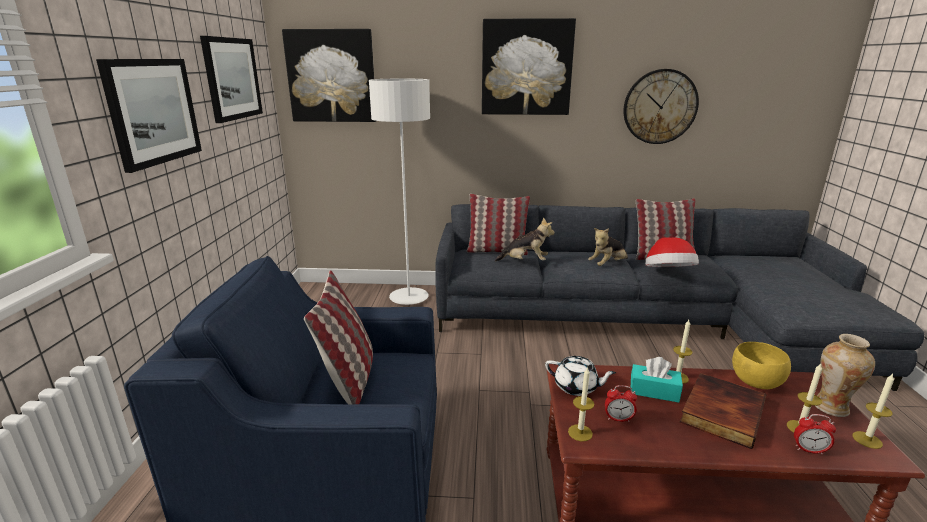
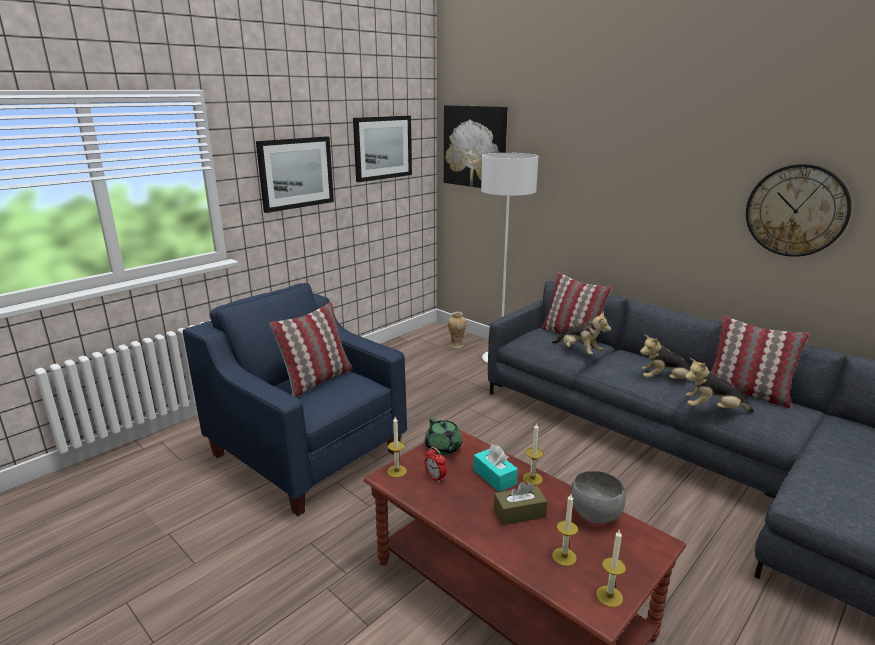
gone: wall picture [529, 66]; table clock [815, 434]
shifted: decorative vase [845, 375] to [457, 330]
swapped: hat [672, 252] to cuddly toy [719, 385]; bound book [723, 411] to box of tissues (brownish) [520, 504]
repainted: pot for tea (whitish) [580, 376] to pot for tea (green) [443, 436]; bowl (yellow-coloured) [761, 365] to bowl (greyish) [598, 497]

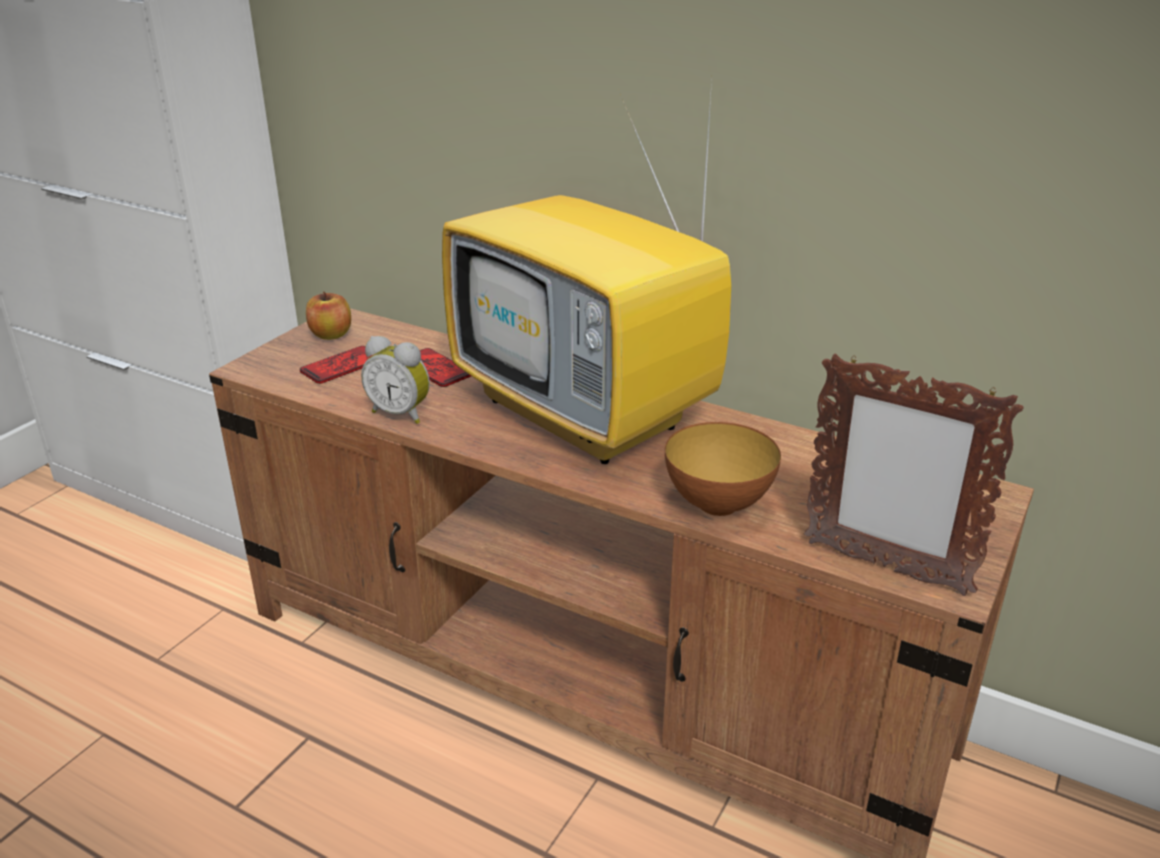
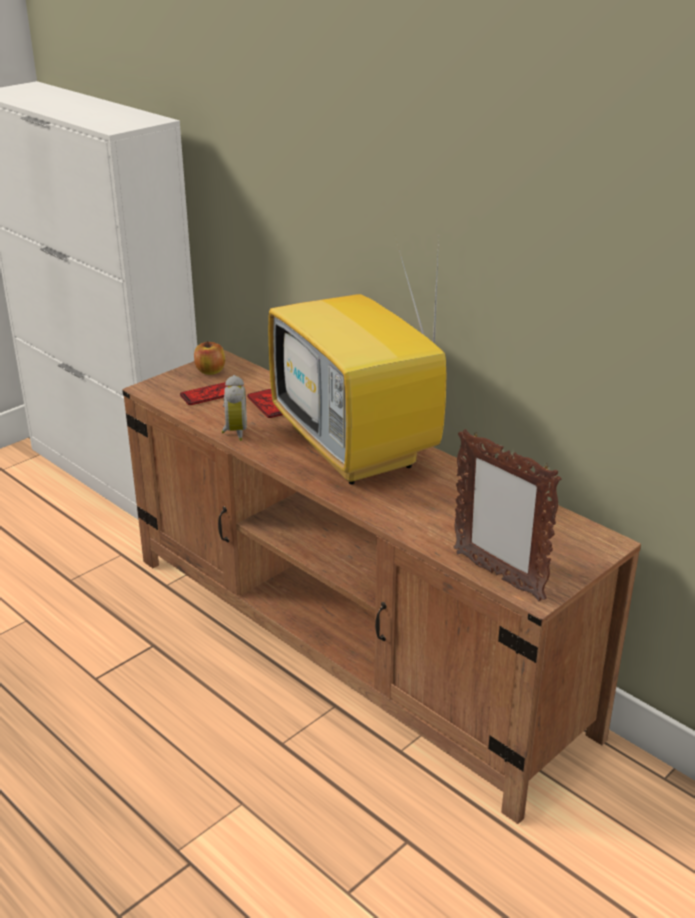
gone: bowl [723, 469]
rotated: table clock [395, 380] = [234, 408] 135 degrees counterclockwise

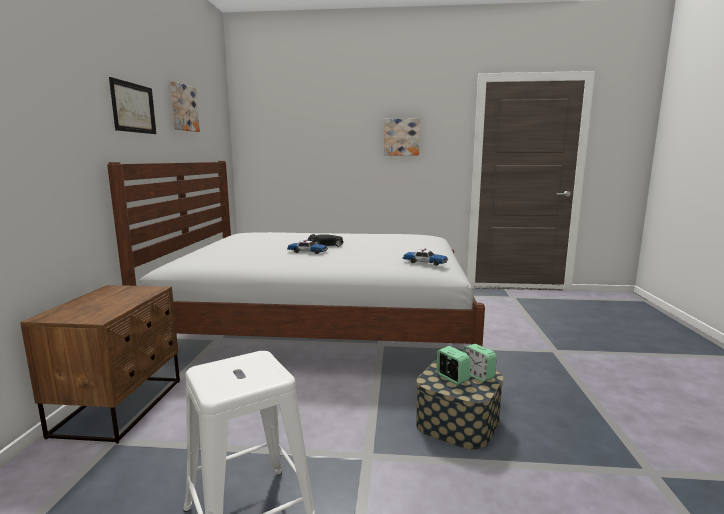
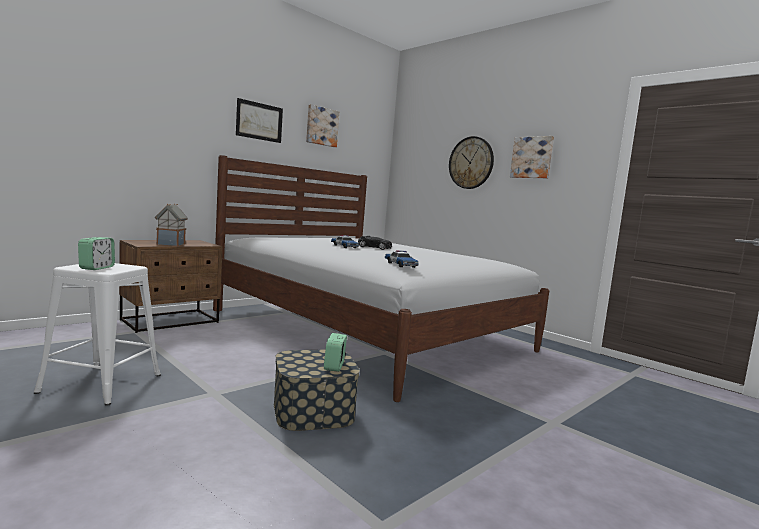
new: toy house [171, 225]; hanging clock [471, 162]
shifted: table clock [453, 365] to [96, 253]

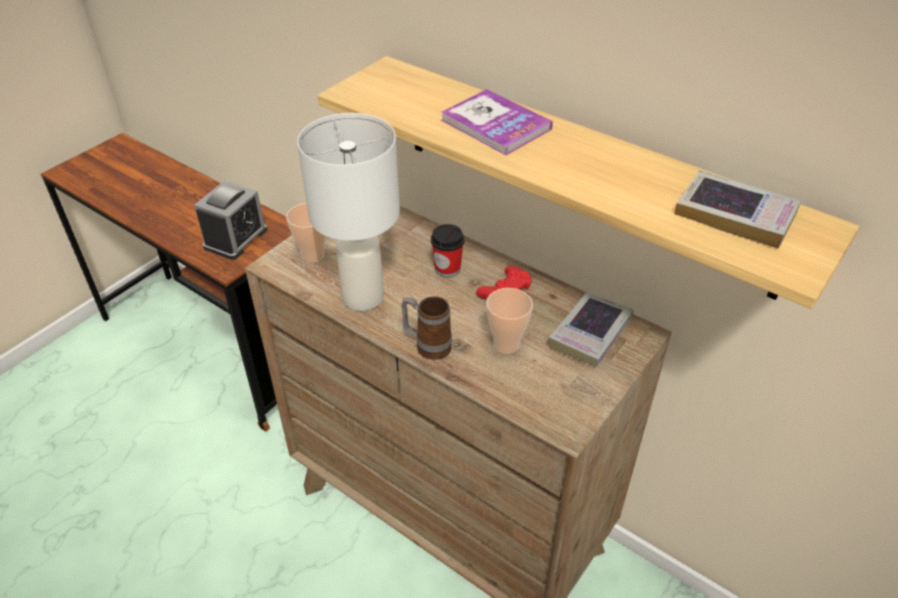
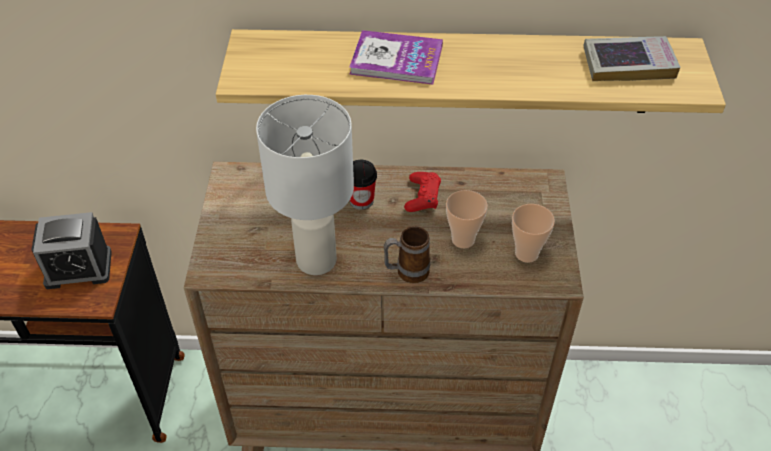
gone: bound book [591, 329]
shifted: cup [306, 233] to [533, 233]
rotated: table clock [230, 220] = [71, 250] 90 degrees clockwise

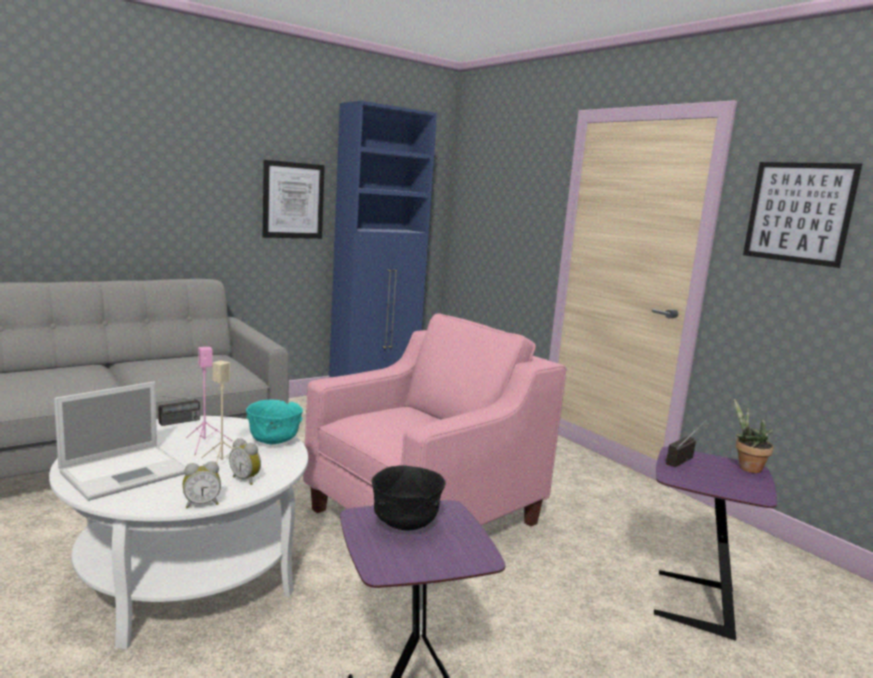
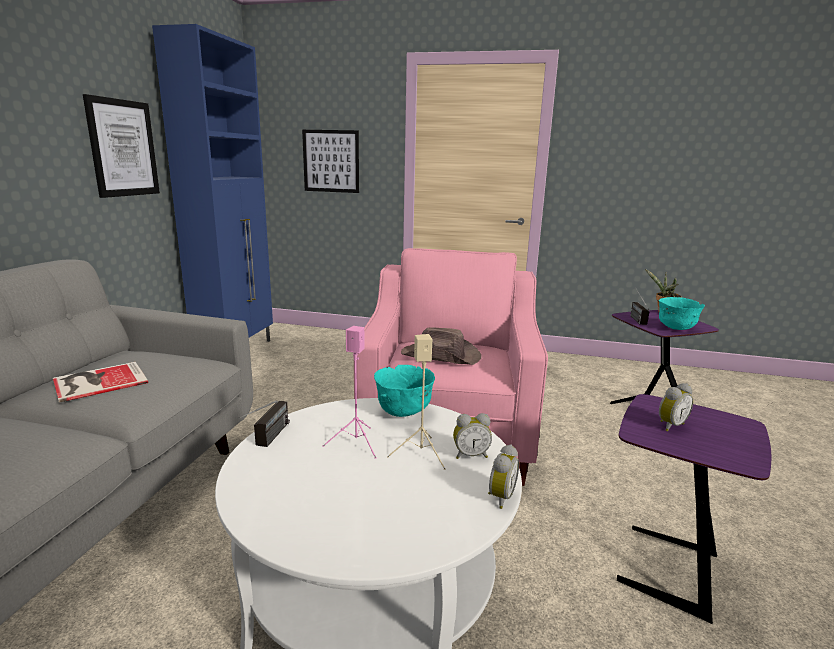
gone: portable computer [119, 441]
new: bound book [100, 382]; hat (brownish) [441, 346]; bowl (turquoise-coloured) [682, 313]
shifted: wall picture [802, 215] to [330, 161]
swapped: bowl (black-coloured) [409, 497] to table clock [676, 407]

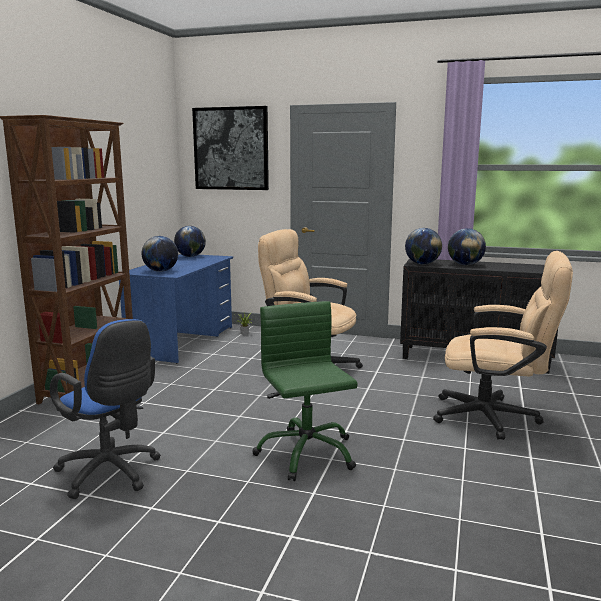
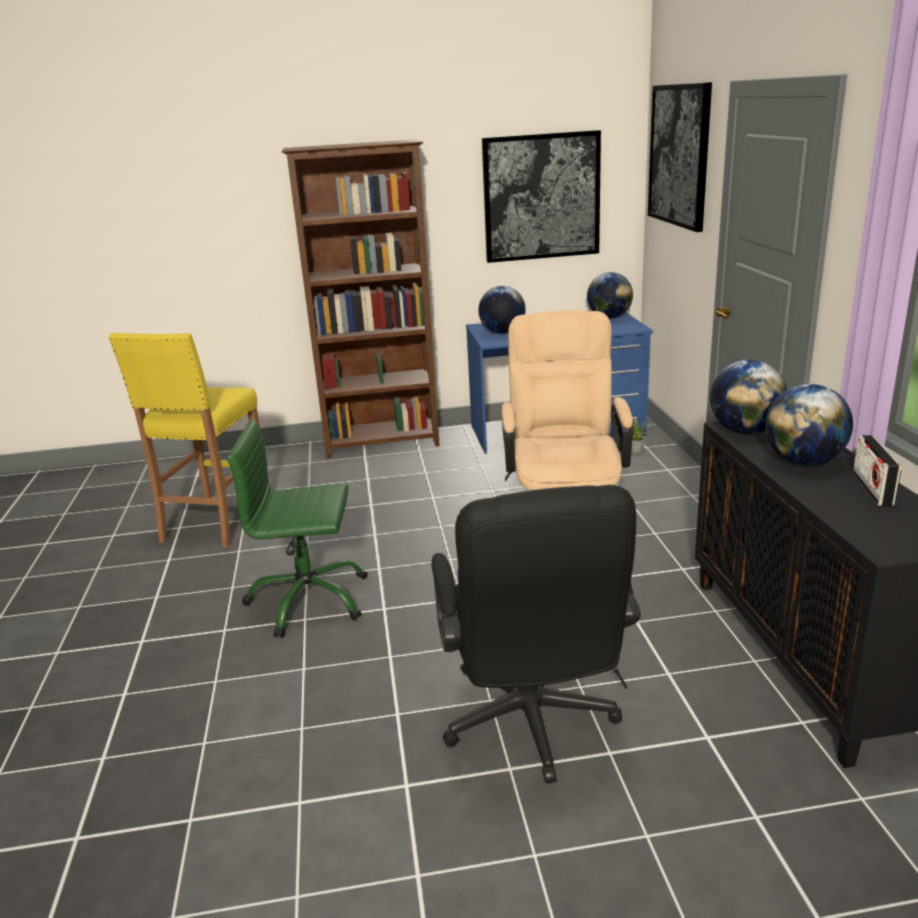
new: wall picture [541, 196]; radio receiver [877, 470]
swapped: computer chair (blue-coloured) [105, 409] to stool seat (yellow-coloured) [189, 440]
repainted: computer chair (beige-coloured) [503, 345] to computer chair (black-coloured) [536, 634]
rotated: computer chair (green) [305, 391] = [297, 529] 135 degrees counterclockwise

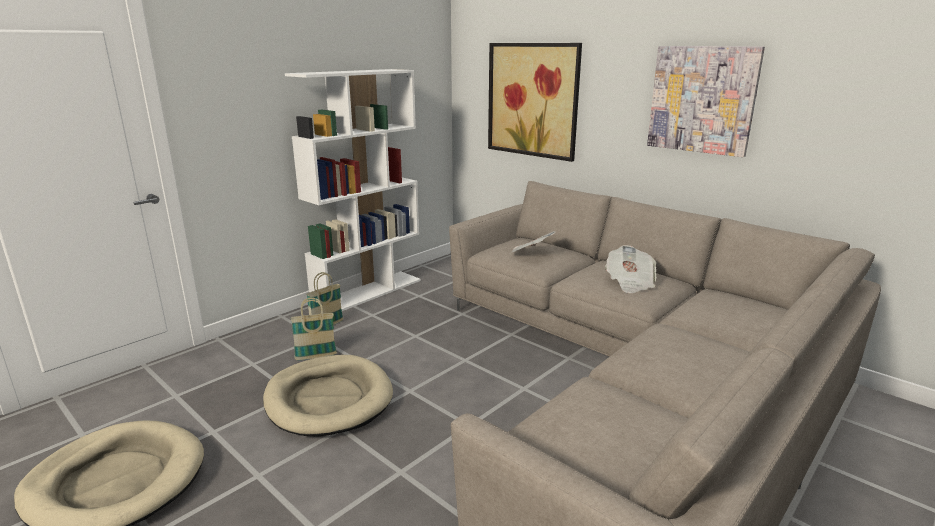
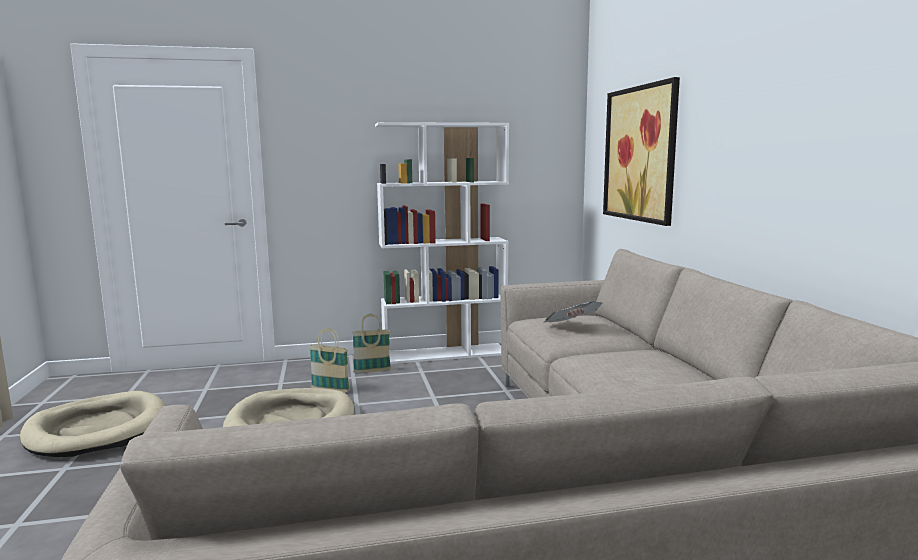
gone: daily paper [630, 269]; wall picture [706, 101]

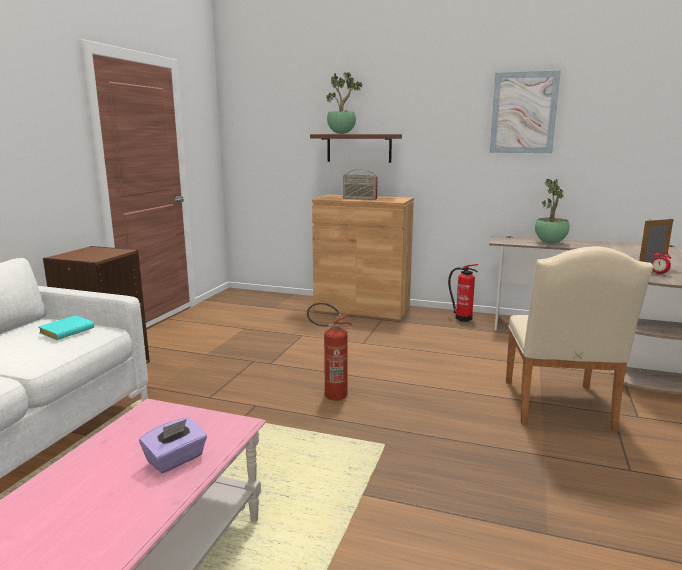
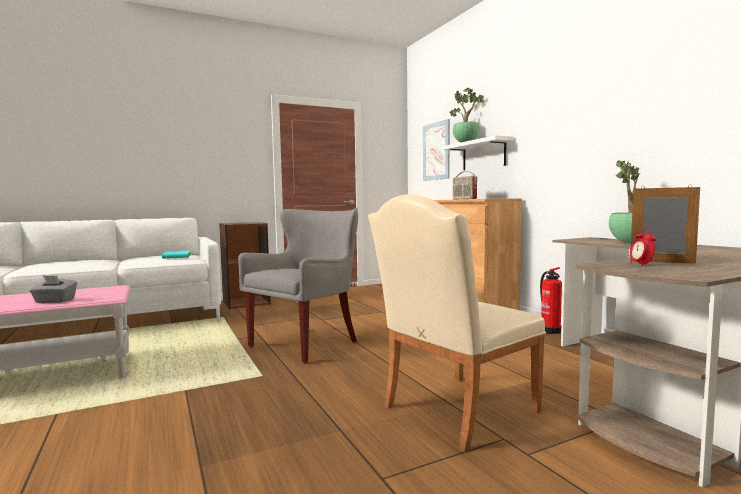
shifted: wall picture [525, 112] to [436, 150]
swapped: extinguisher [329, 351] to easy chair (greyish) [298, 285]
repainted: box of tissues (purple-coloured) [173, 445] to box of tissues (greyish) [53, 289]; wall shelf (brownish) [356, 148] to wall shelf (whitish) [478, 152]

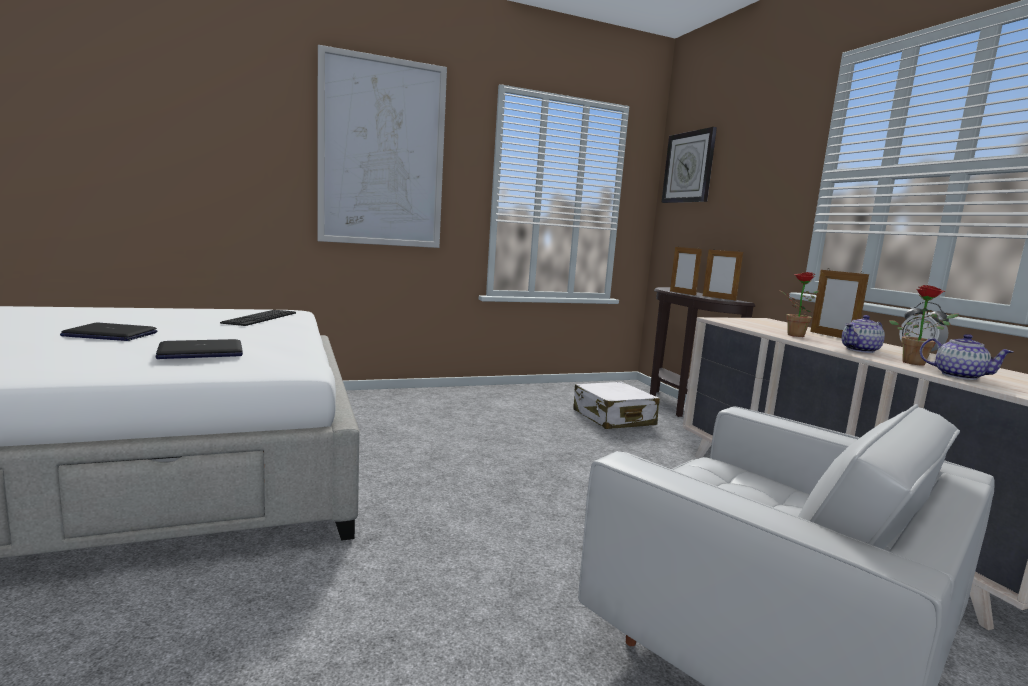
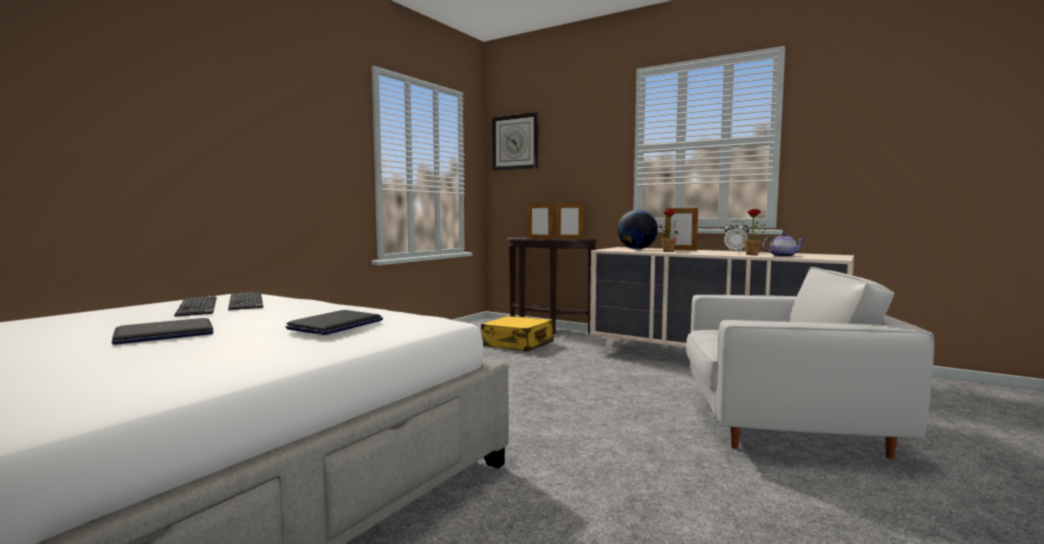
gone: wall picture [382, 146]; pot for tea [863, 334]
new: keyboard [195, 306]; world globe [637, 229]
repainted: suitcase (whitish) [616, 405] to suitcase (yellow-coloured) [517, 334]

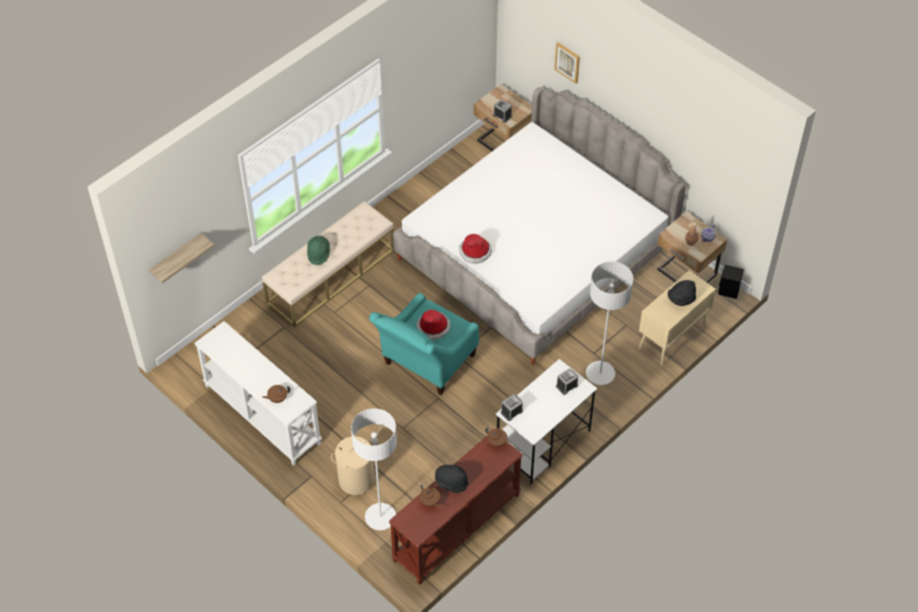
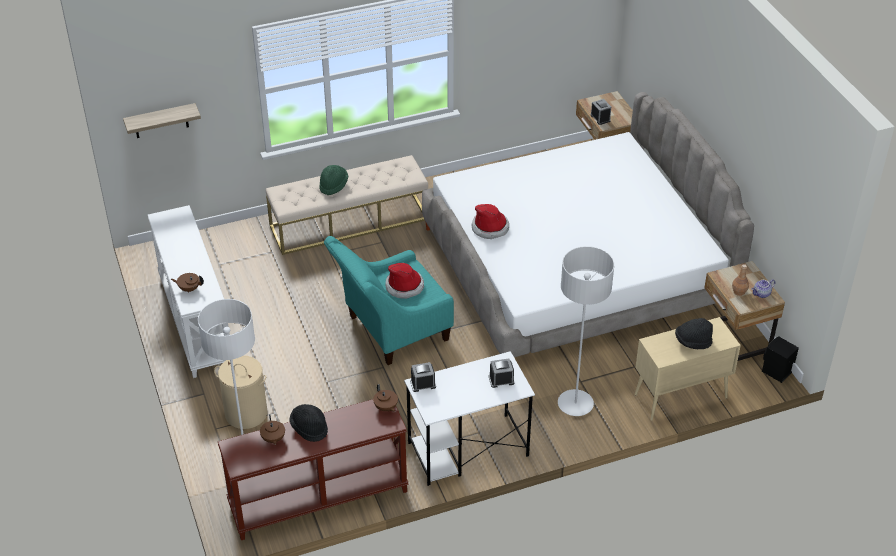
gone: wall picture [567, 63]

